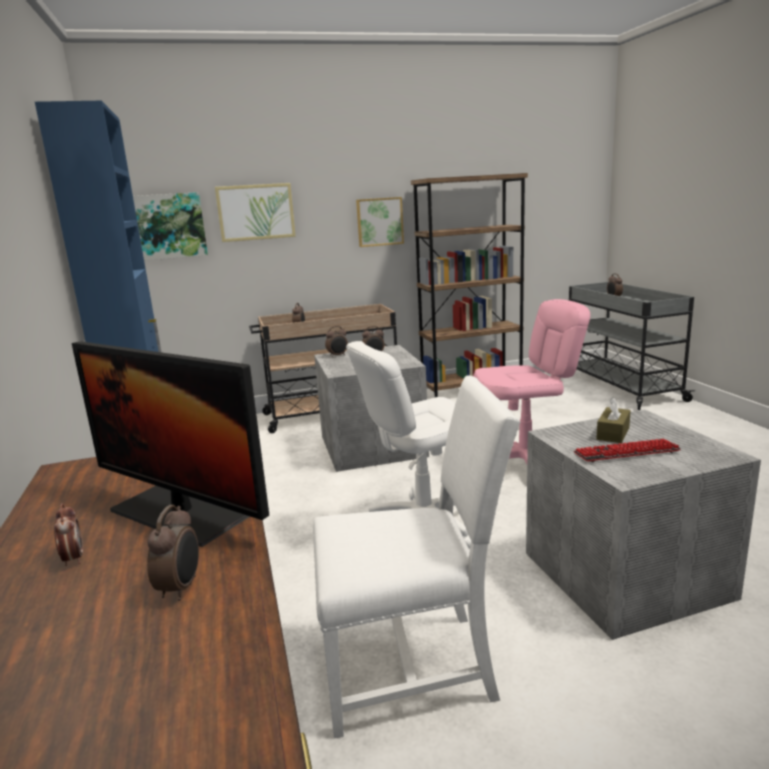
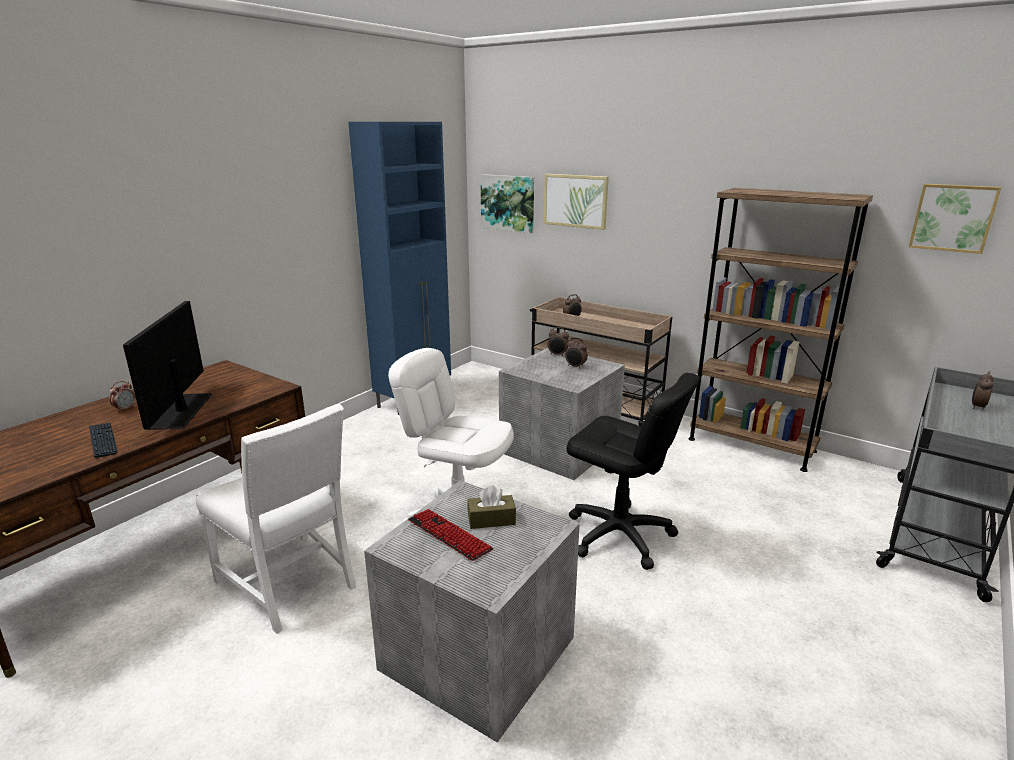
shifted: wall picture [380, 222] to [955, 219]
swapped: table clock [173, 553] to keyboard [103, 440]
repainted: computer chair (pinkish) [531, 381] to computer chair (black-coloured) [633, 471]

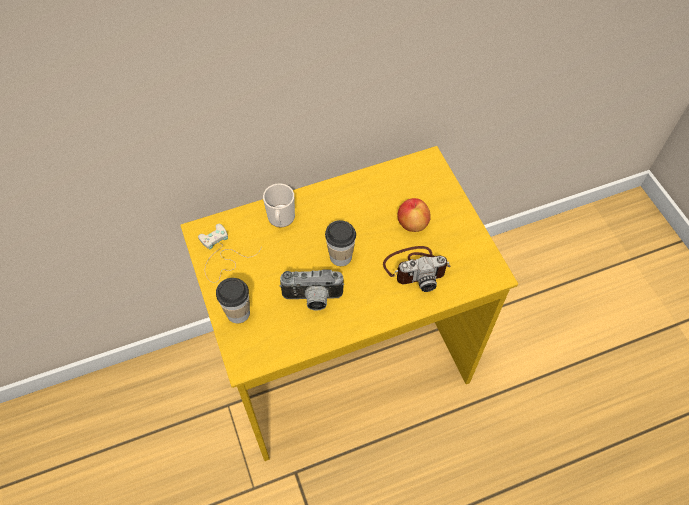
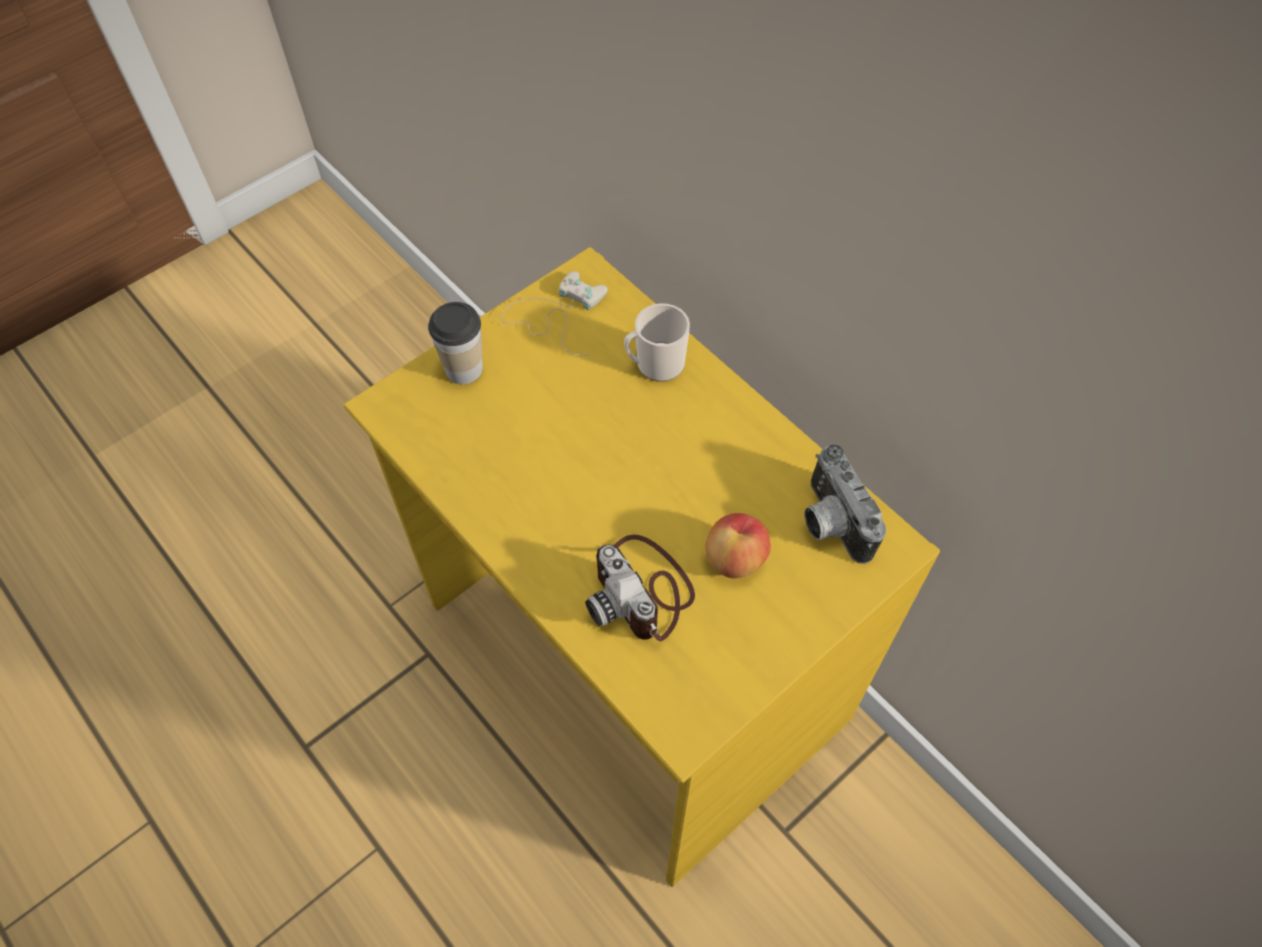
gone: cup [340, 243]
shifted: photo camera [311, 290] to [845, 504]

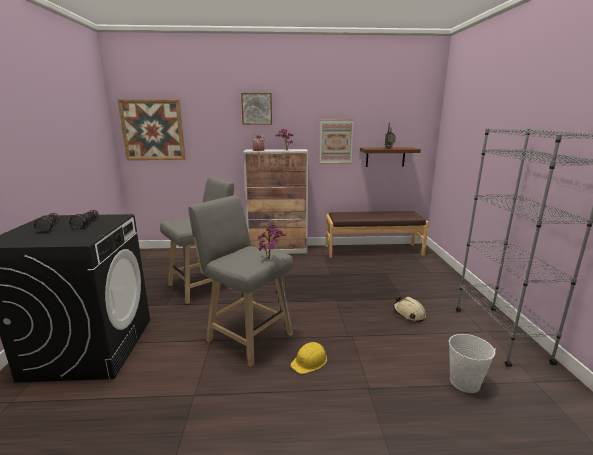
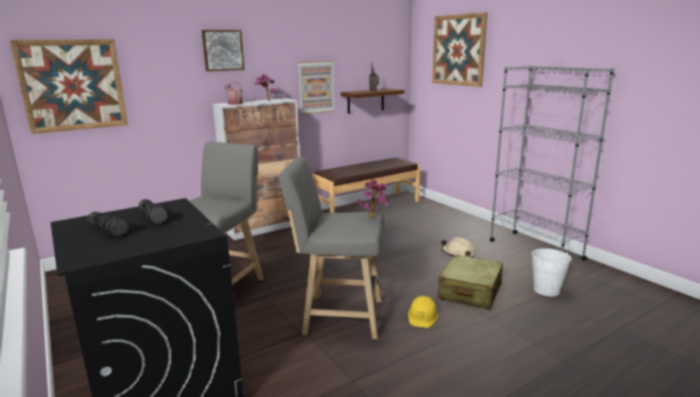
new: wall picture [459, 49]; suitcase (beige-coloured) [470, 282]

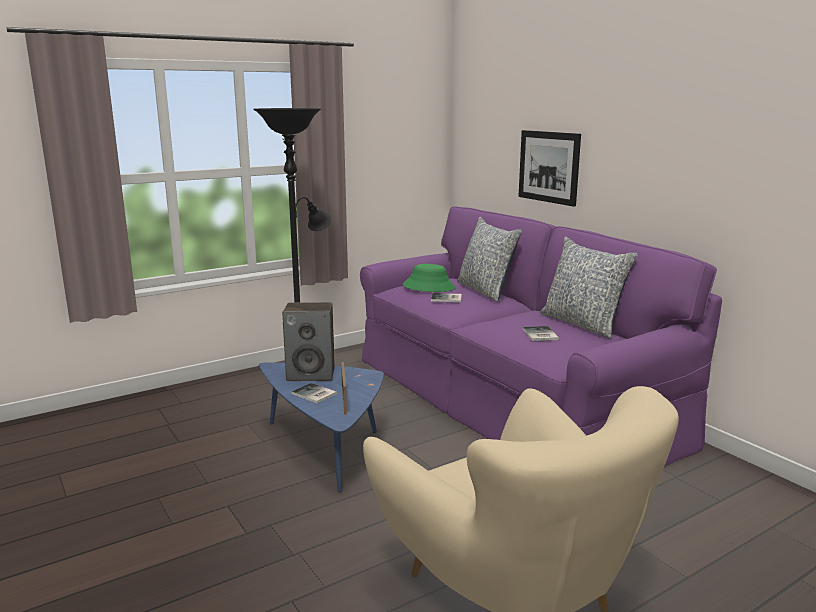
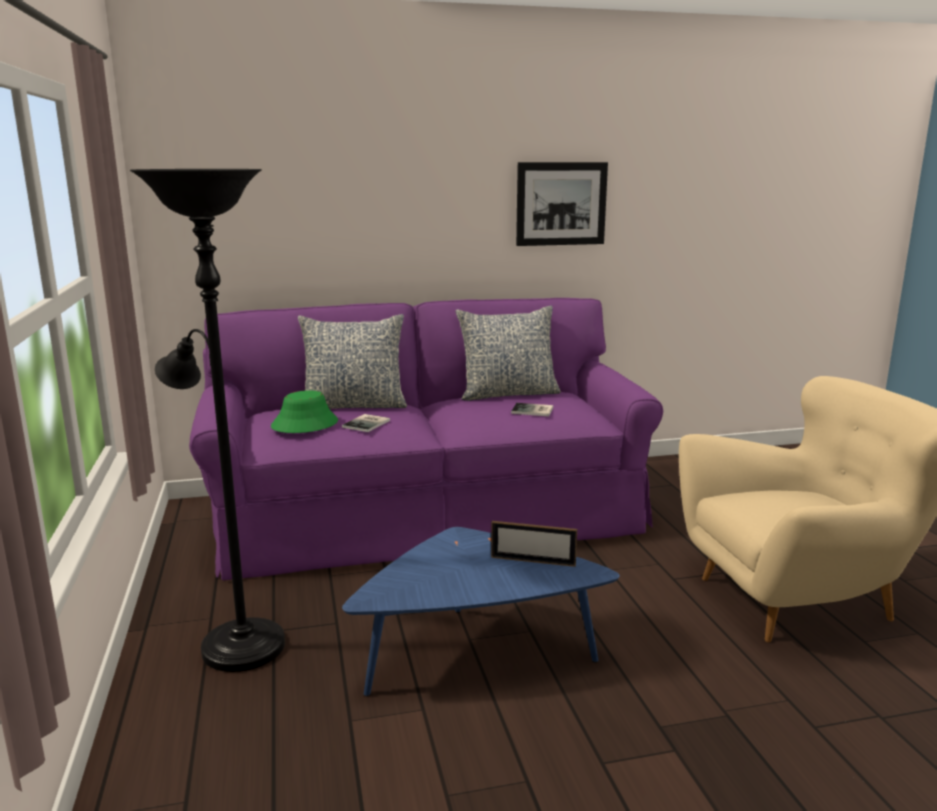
gone: speaker [308, 341]; bound book [314, 393]
shifted: wall picture [549, 168] to [562, 204]

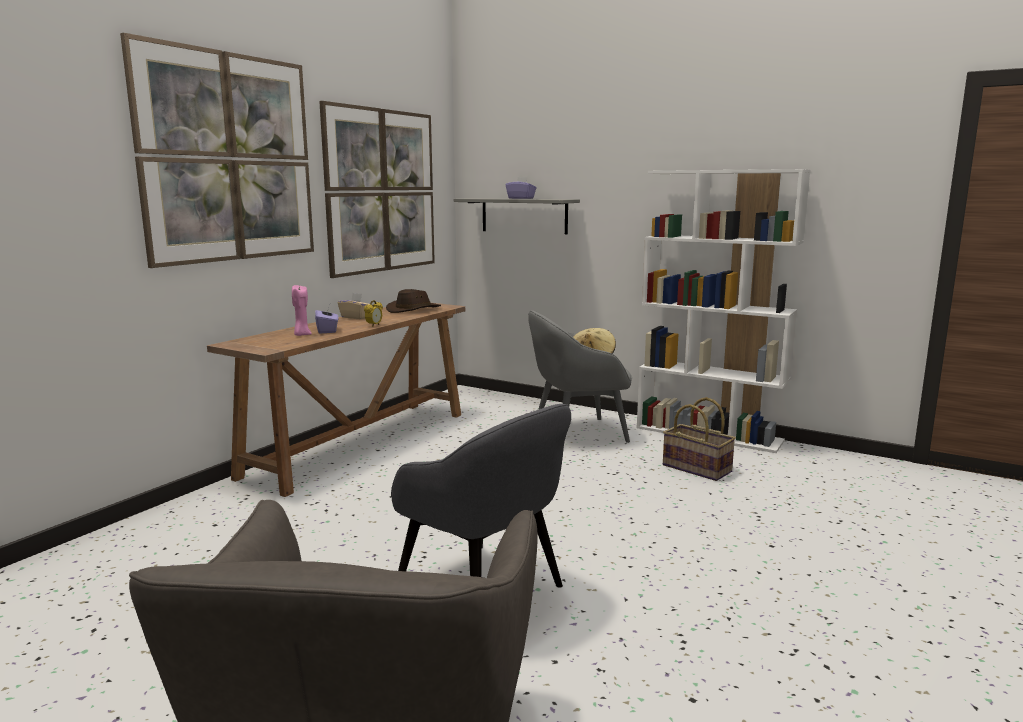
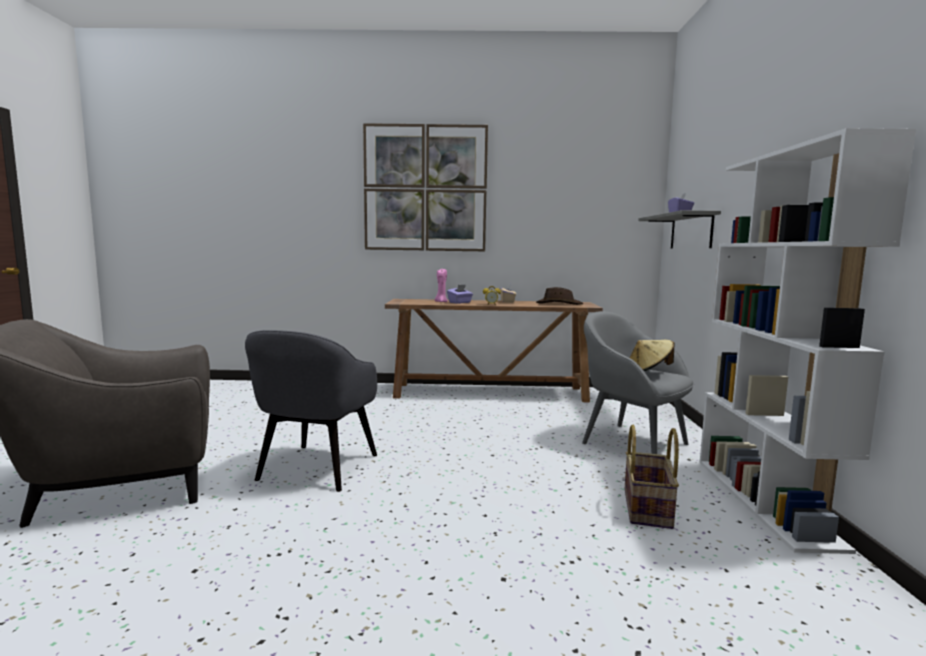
gone: wall picture [377, 189]

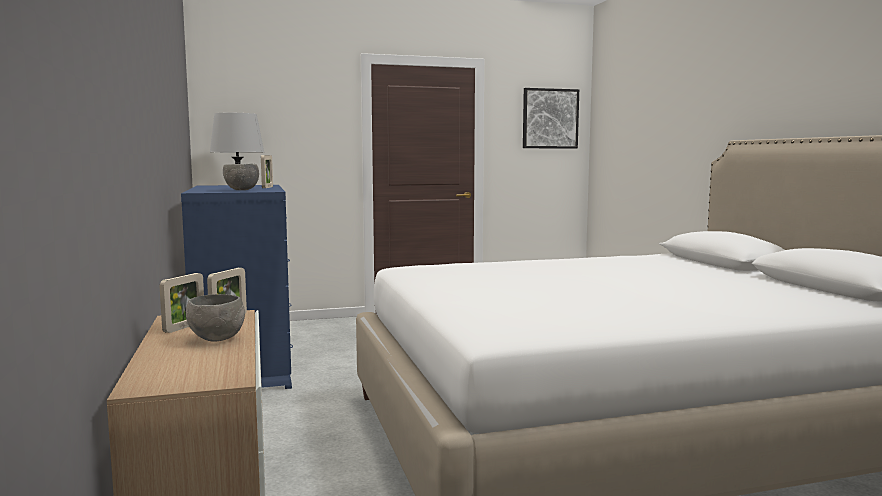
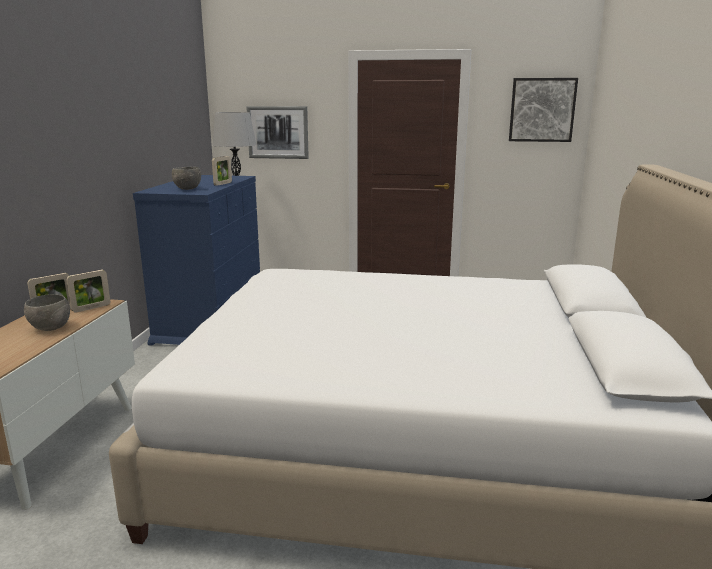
new: wall picture [277, 132]

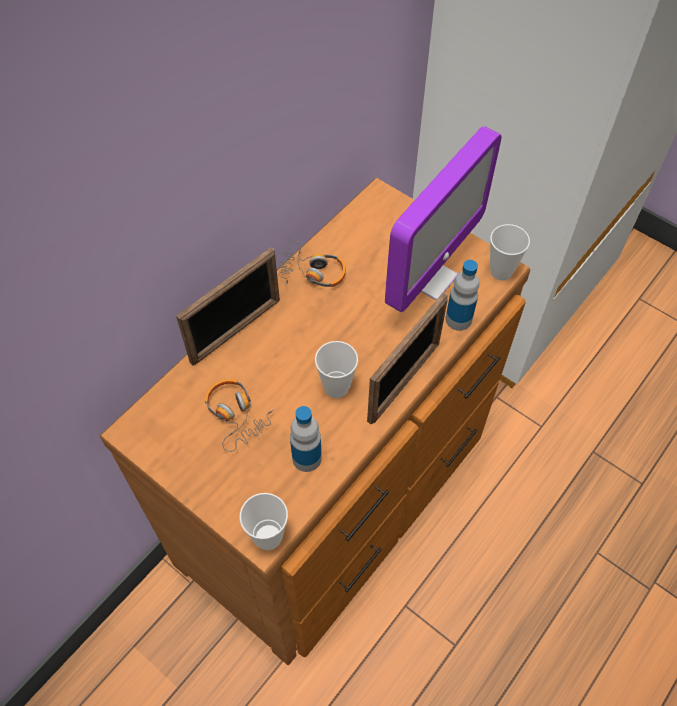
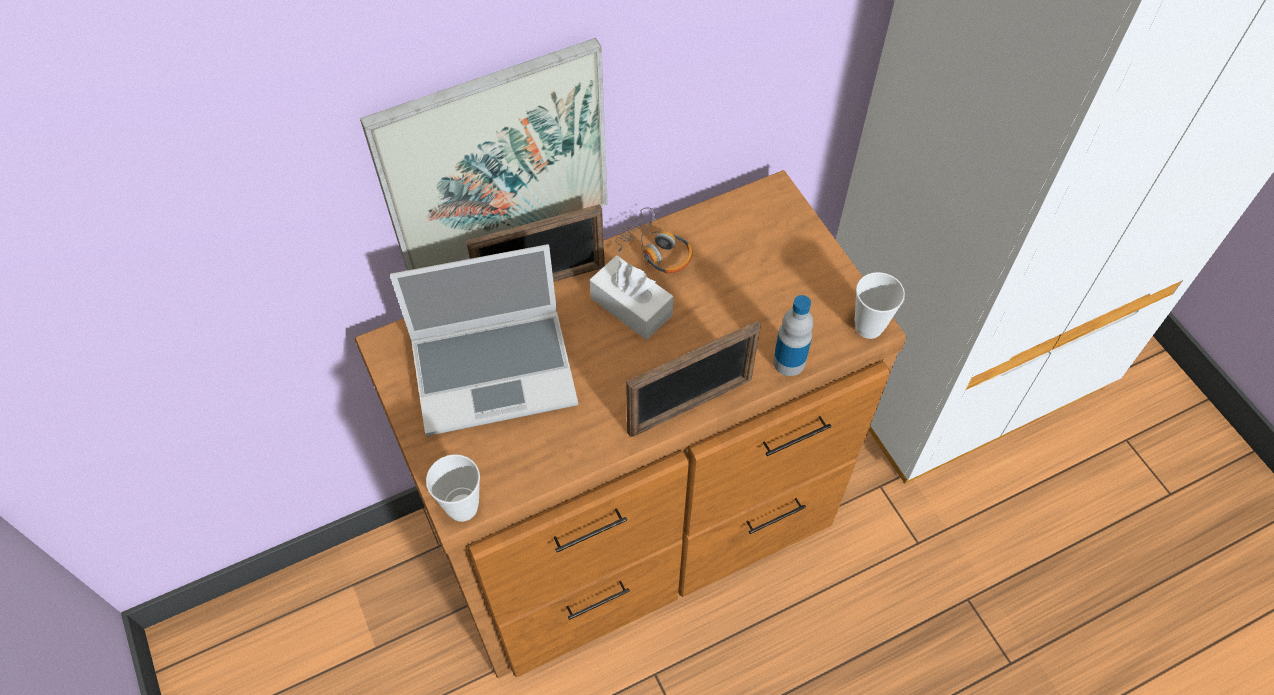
gone: drink bottle [306, 439]; cup [336, 369]; computer screen [443, 219]
new: wall picture [484, 154]; box of tissues (whitish) [632, 298]
swapped: pair of headphones [239, 415] to portable computer [484, 340]

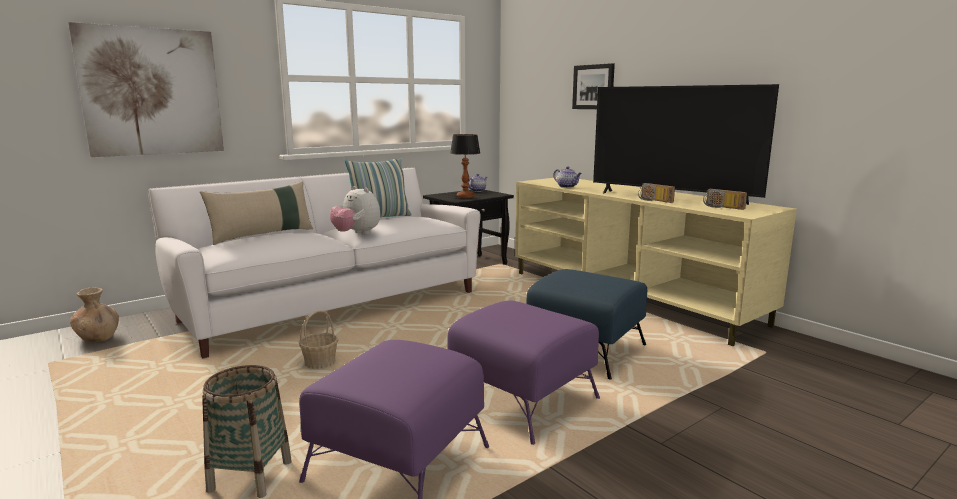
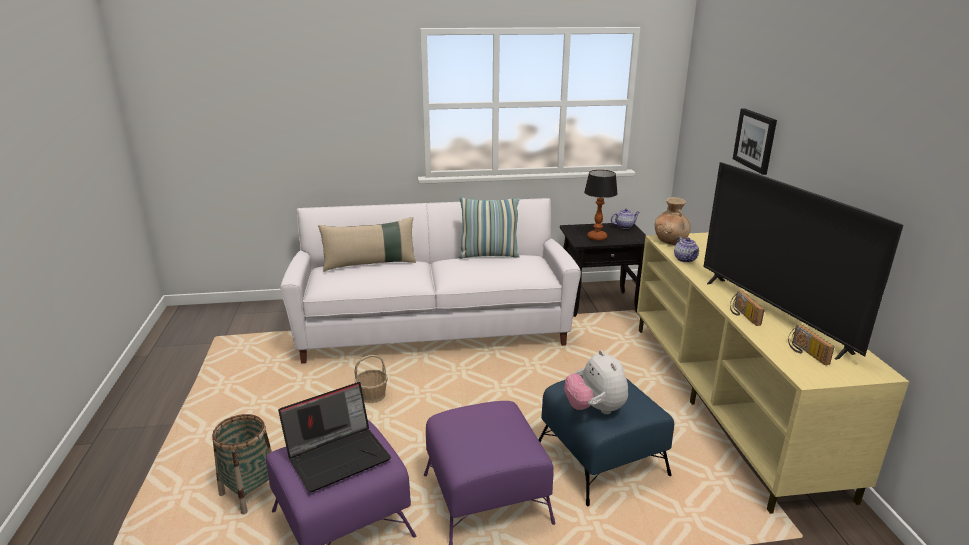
gone: wall picture [146, 89]
new: portable computer [334, 437]
shifted: decorative vase (brownish) [94, 315] to [673, 221]; cuddly toy [355, 210] to [596, 382]

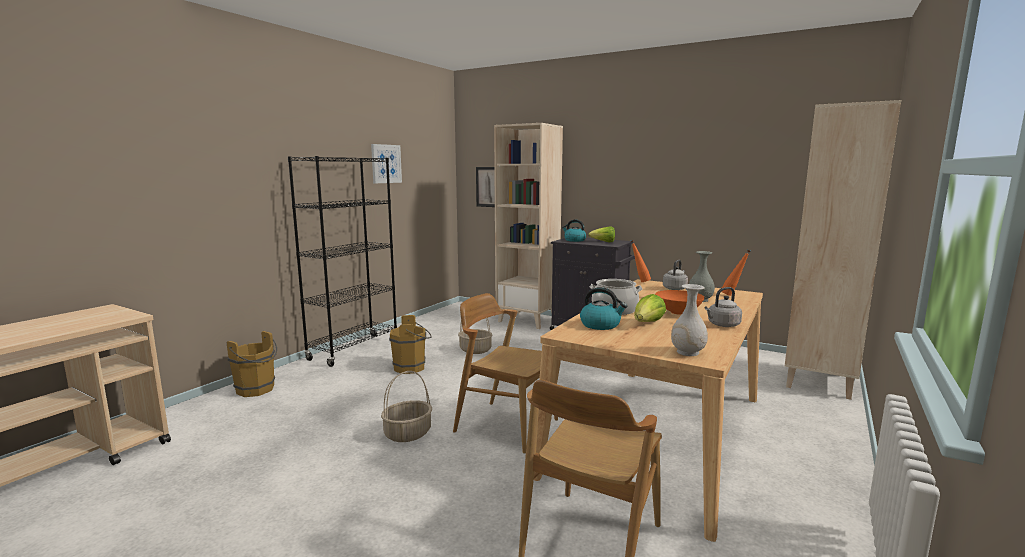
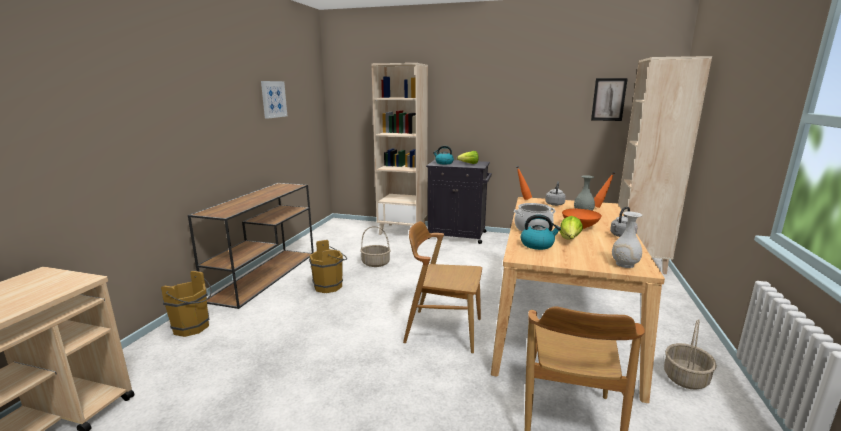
shifted: storage basket [406, 406] to [690, 354]; wall picture [485, 187] to [609, 99]
swapped: bookshelf (black-coloured) [342, 261] to hall table (brownish) [251, 246]

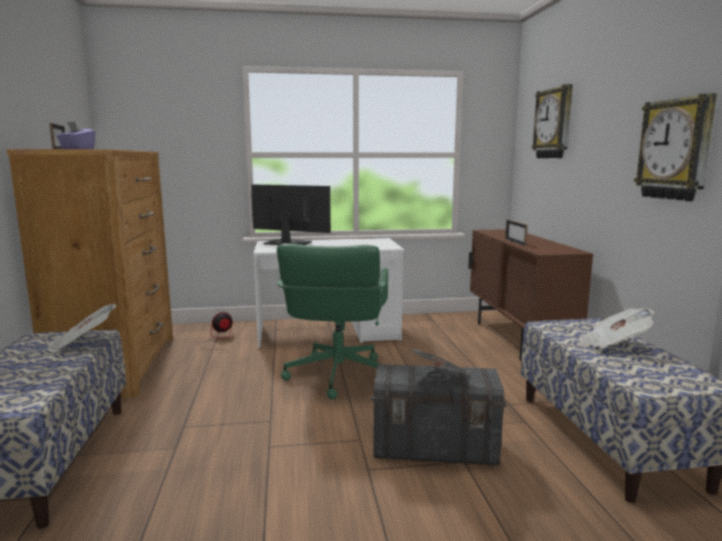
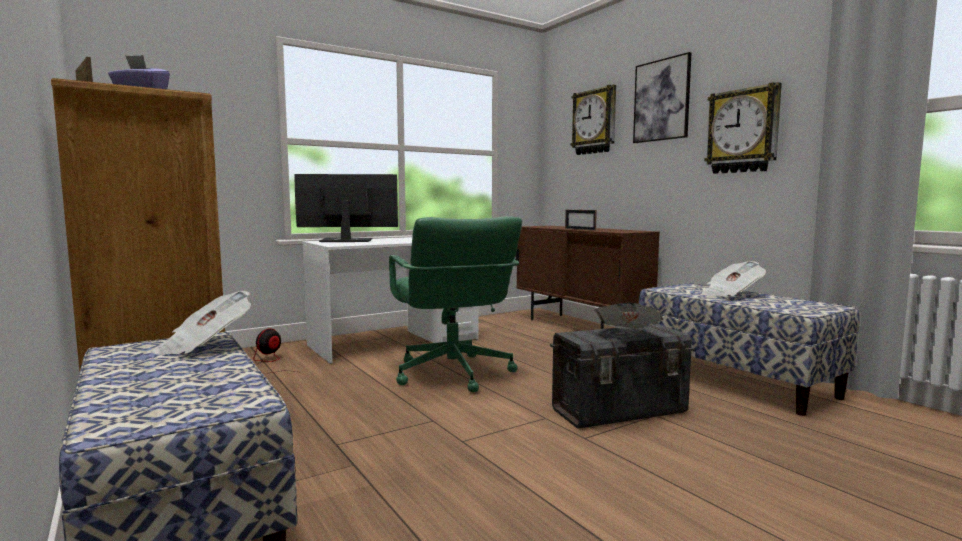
new: wall picture [662, 97]

